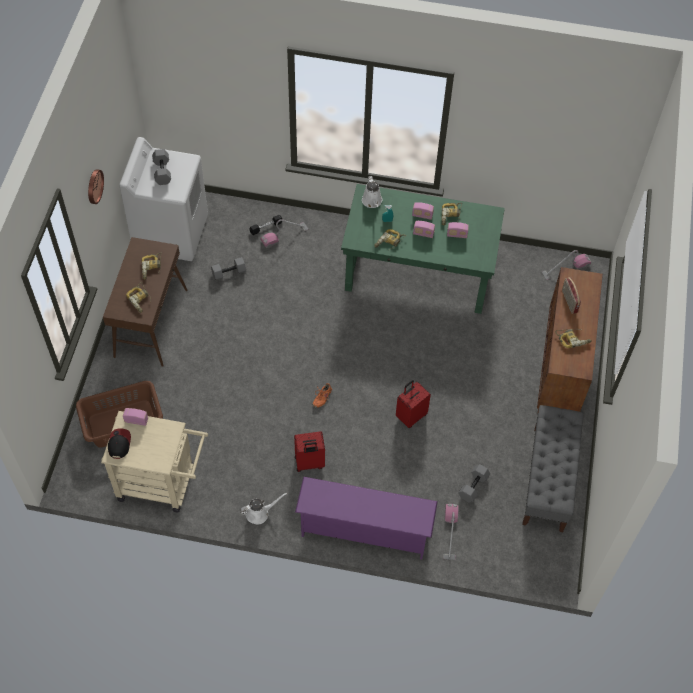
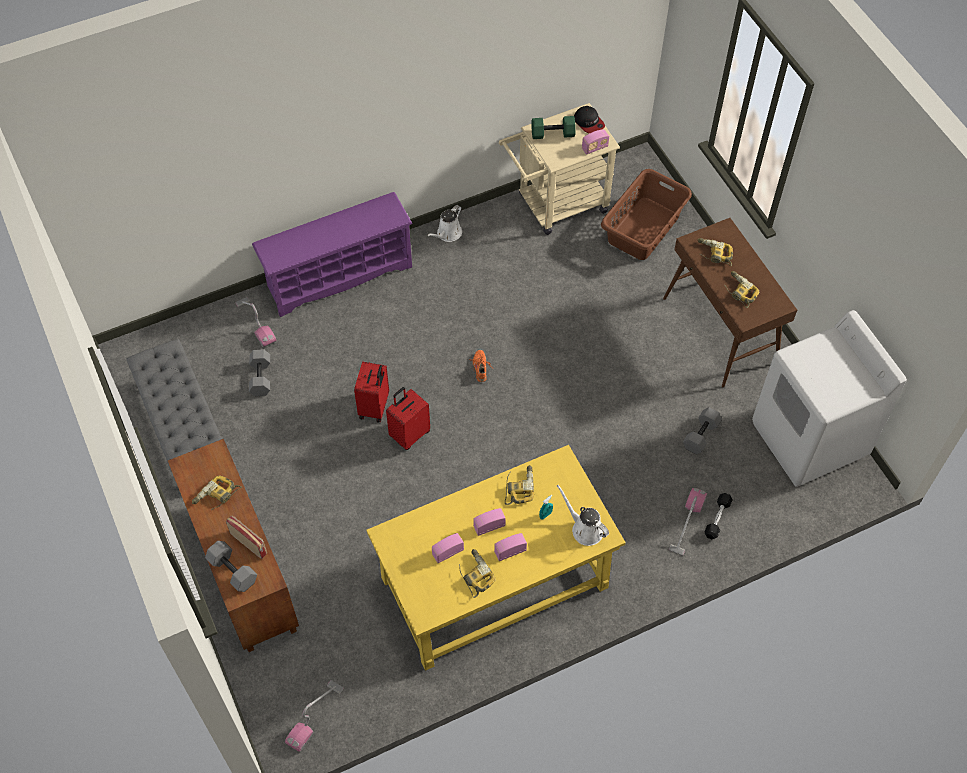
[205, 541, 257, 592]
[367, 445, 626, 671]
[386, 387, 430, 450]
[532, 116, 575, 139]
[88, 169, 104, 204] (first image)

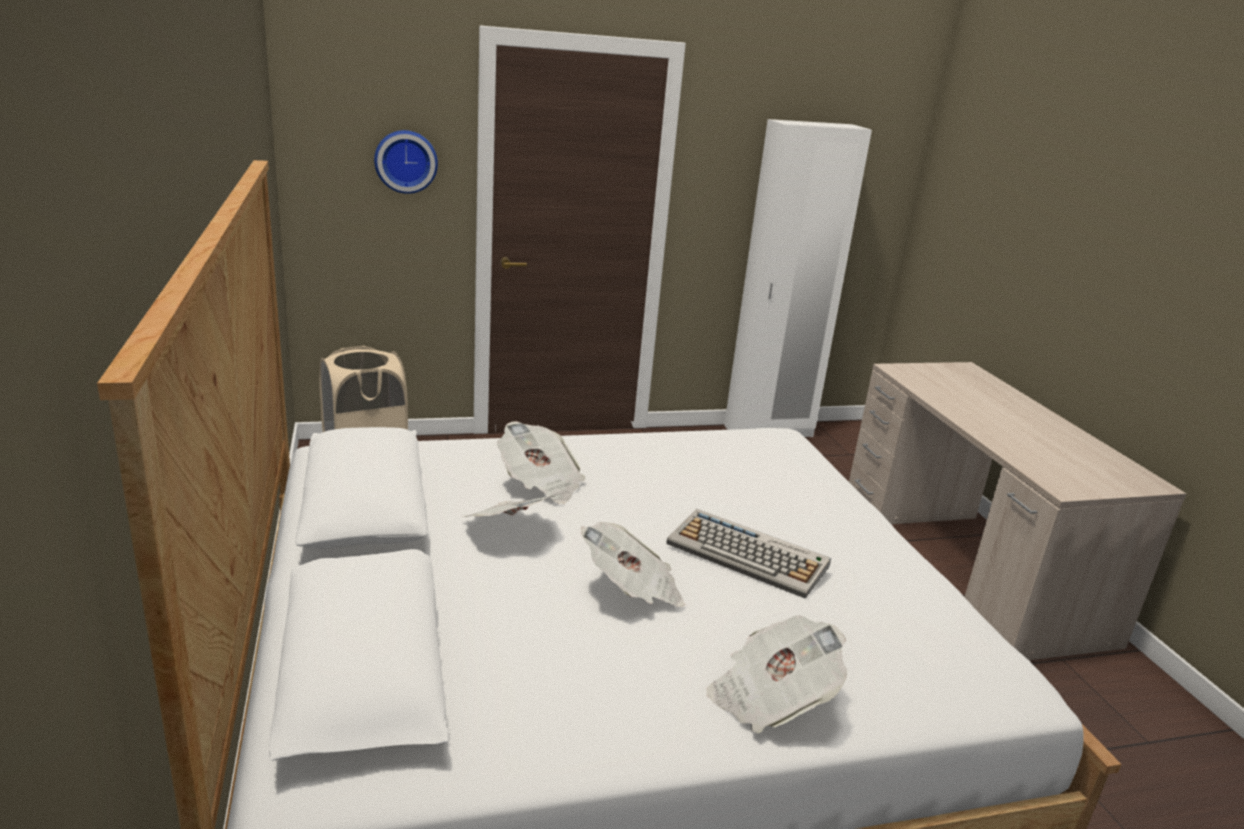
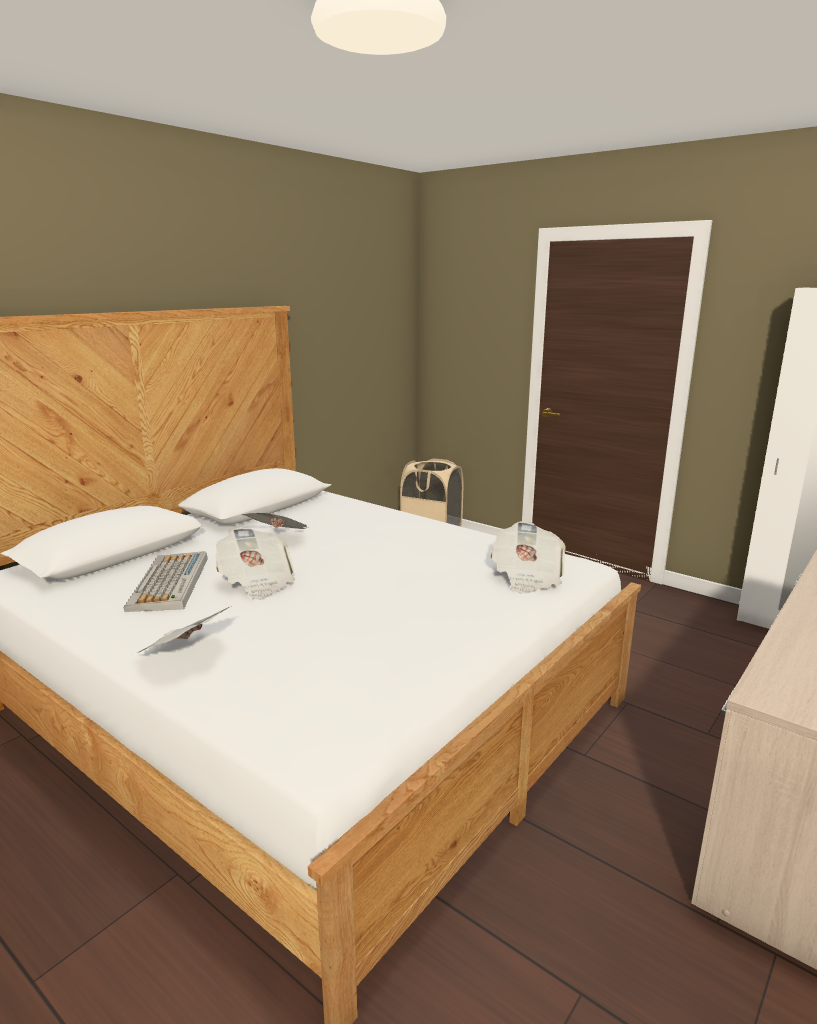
[124, 551, 207, 612]
[490, 521, 566, 594]
[374, 130, 438, 194] (first image)

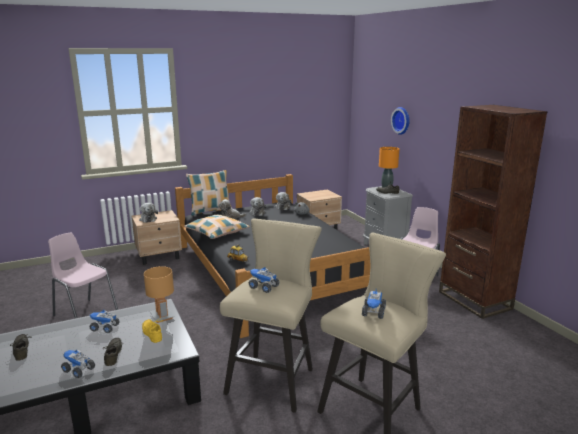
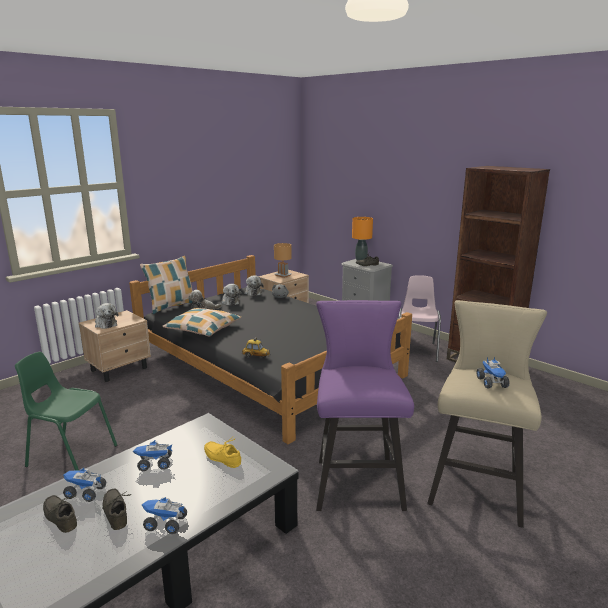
[15, 351, 117, 471]
[63, 468, 106, 502]
[102, 488, 131, 530]
[274, 243, 292, 278]
[316, 300, 414, 511]
[391, 107, 410, 135] (first image)

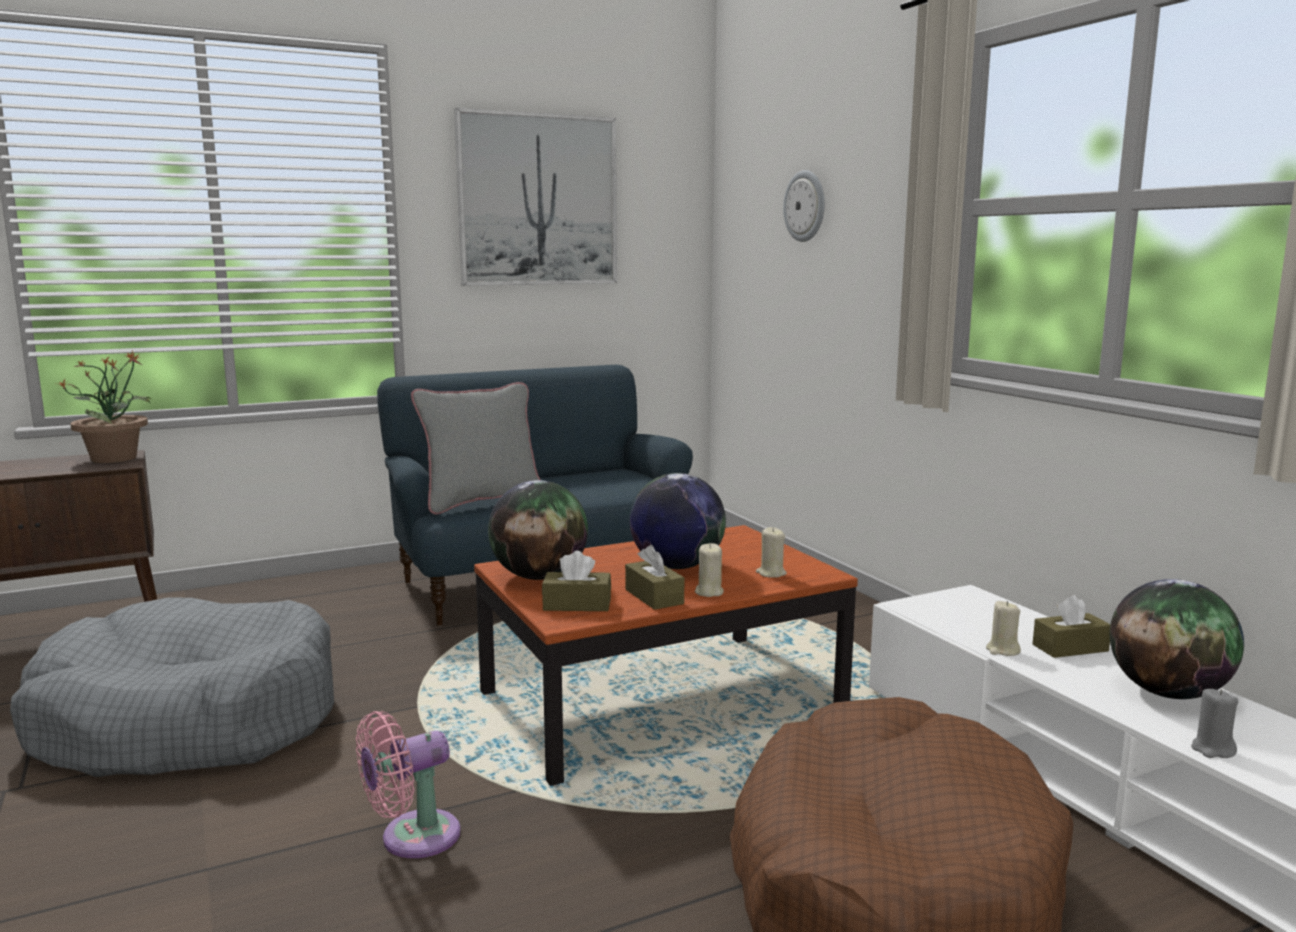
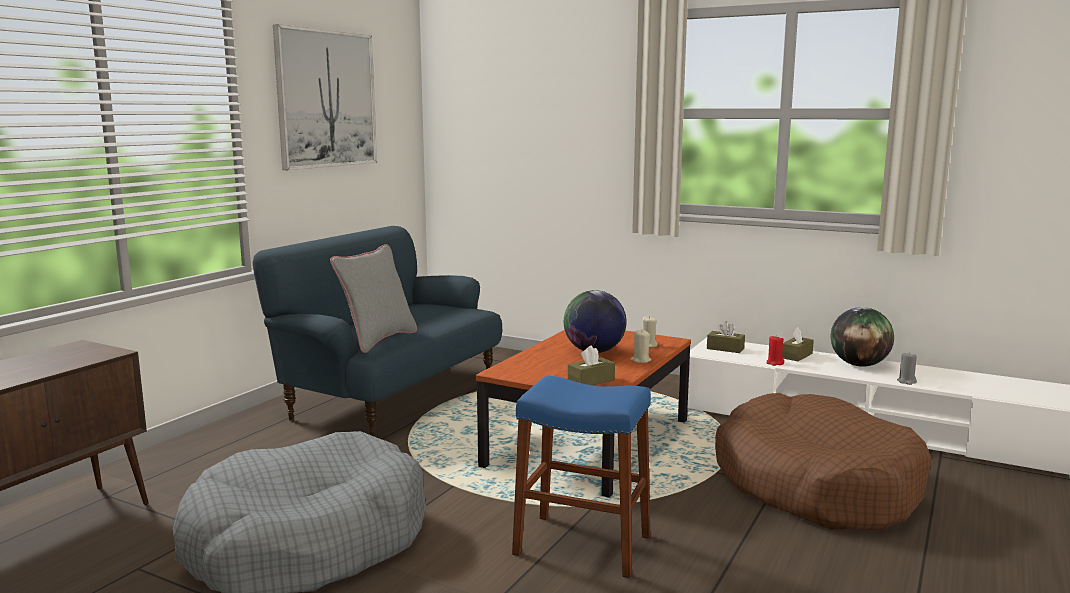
[512, 376, 651, 578]
[707, 321, 745, 353]
[767, 335, 784, 366]
[56, 351, 151, 463] (first image)
[488, 480, 588, 580] (first image)
[783, 170, 825, 242] (first image)

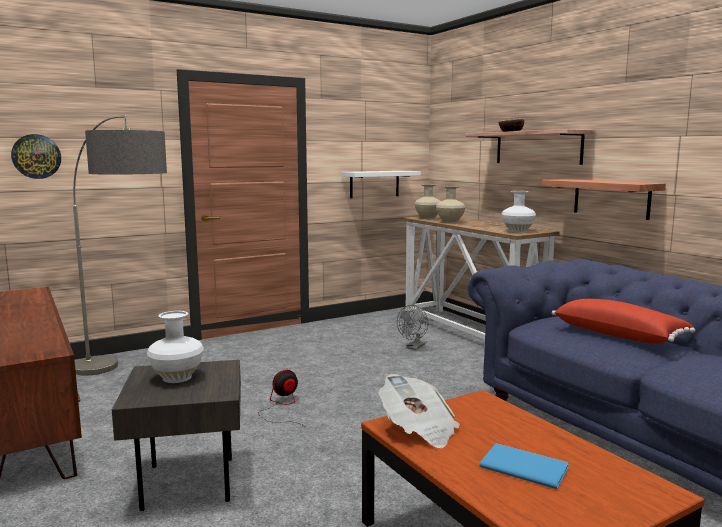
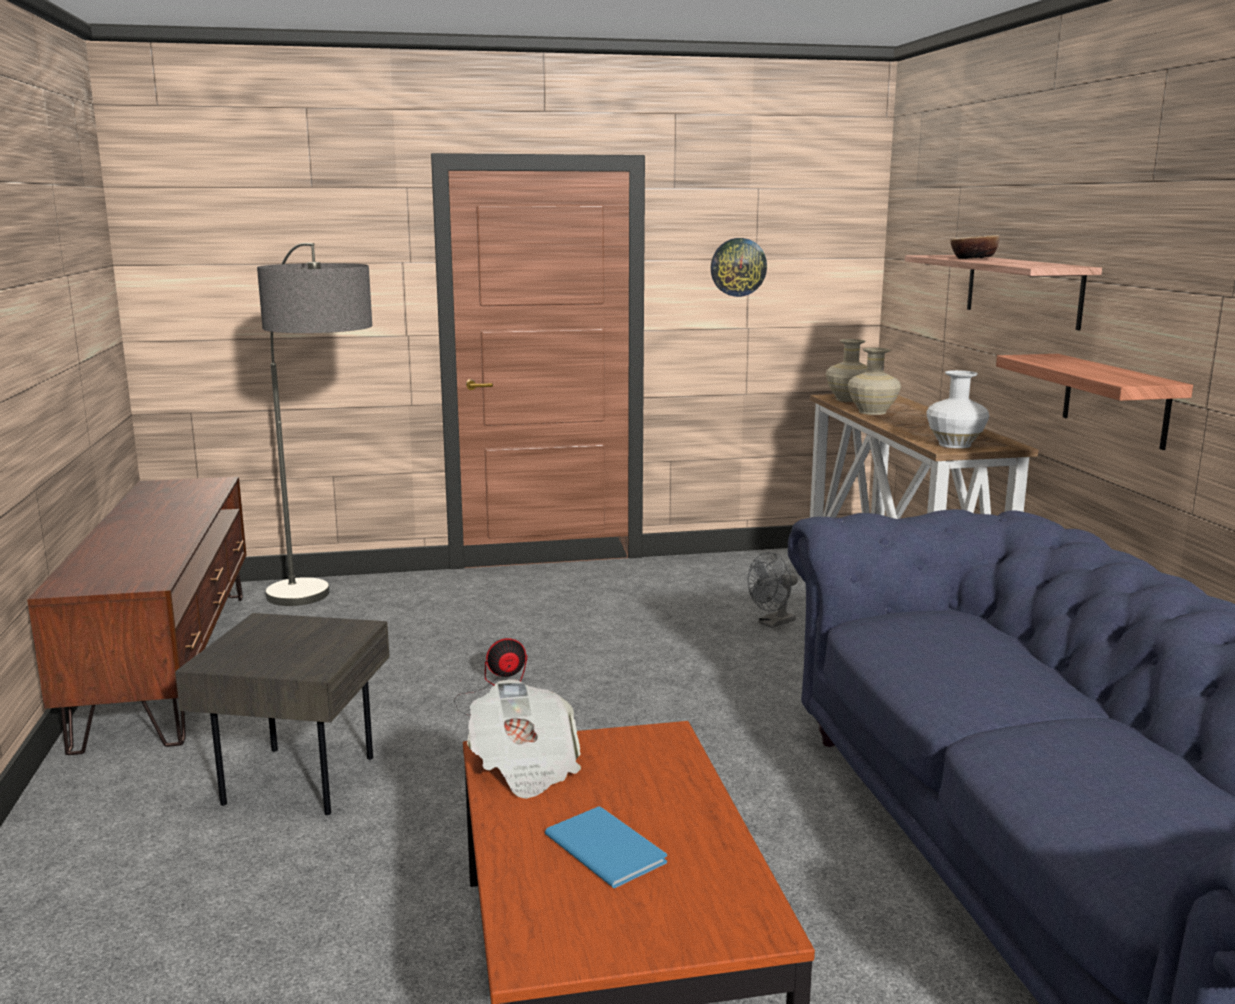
[711, 238, 767, 297]
[147, 311, 204, 383] (first image)
[341, 171, 421, 198] (first image)
[552, 299, 696, 344] (first image)

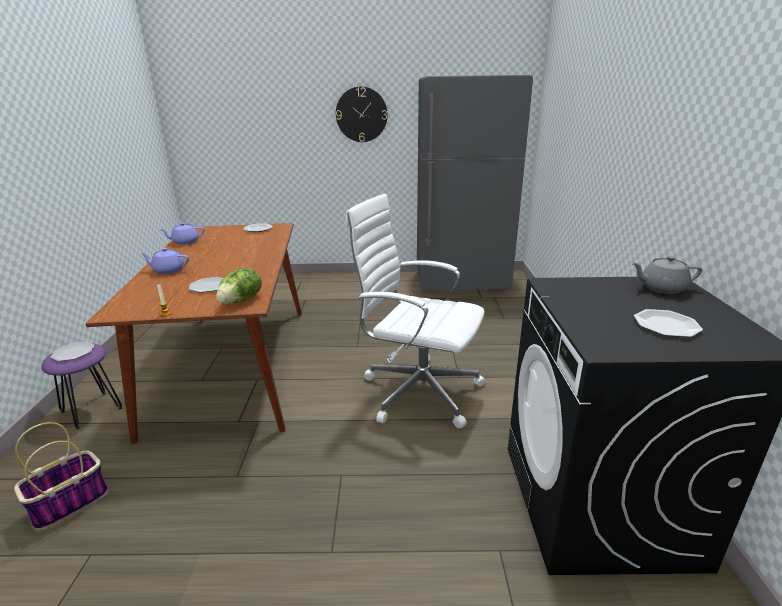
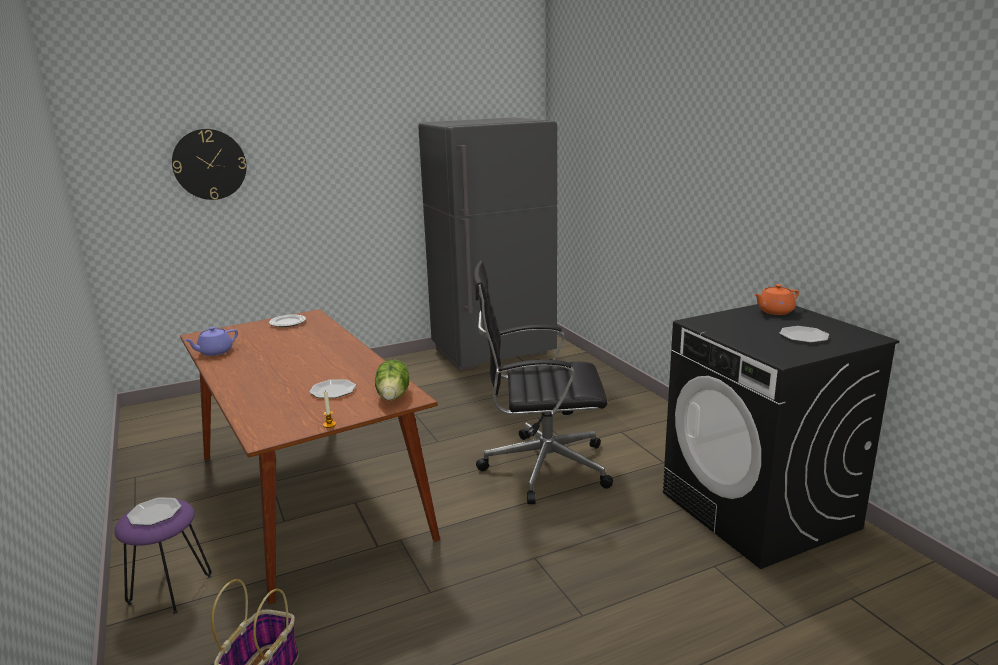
[172, 129, 246, 200]
[473, 261, 613, 504]
[754, 284, 799, 315]
[140, 248, 189, 274] (first image)

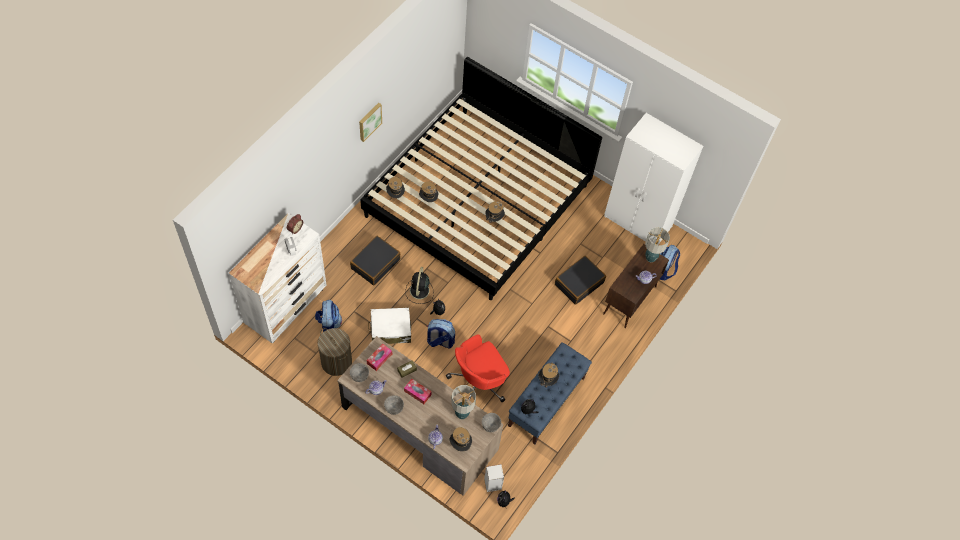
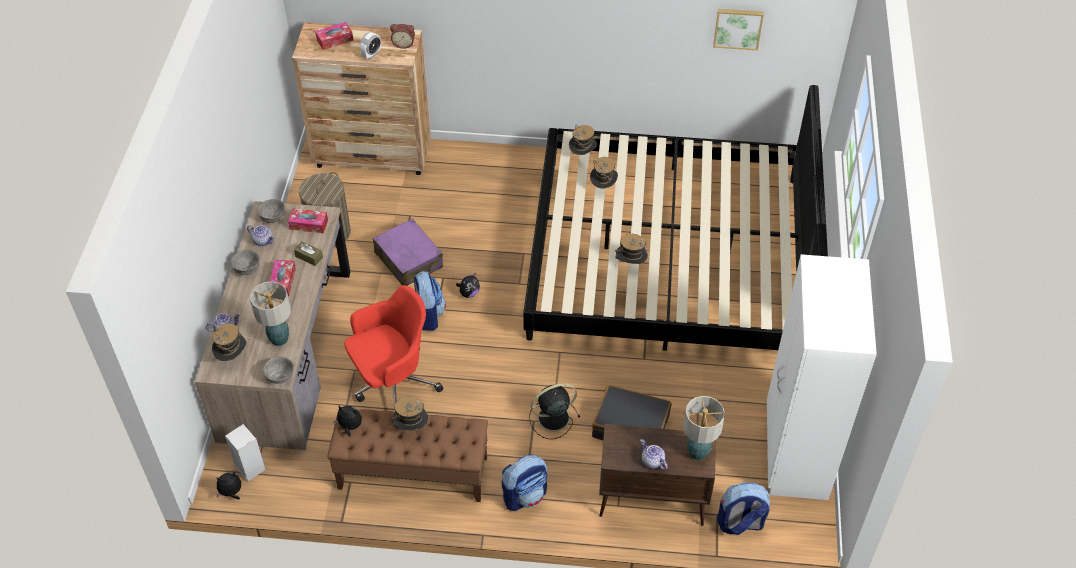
[292, 22, 431, 175]
[315, 22, 353, 50]
[327, 409, 488, 502]
[344, 285, 443, 405]
[373, 218, 443, 286]
[502, 455, 547, 511]
[529, 383, 580, 439]
[713, 9, 764, 50]
[350, 236, 400, 285] (first image)

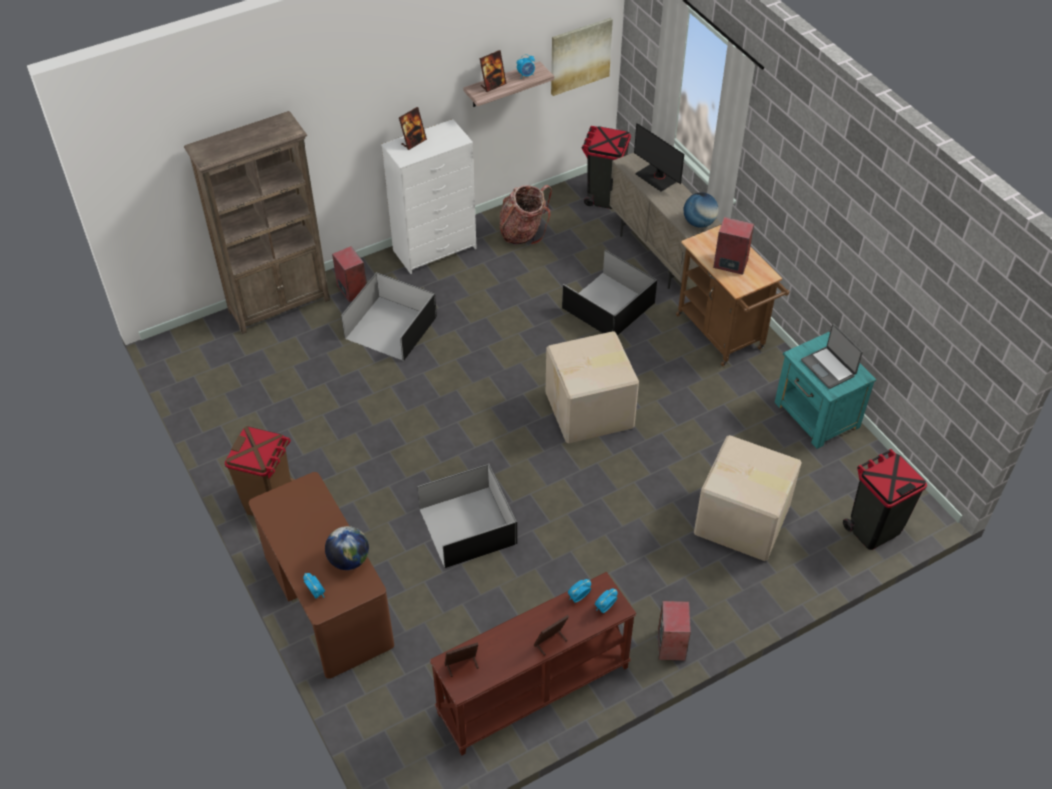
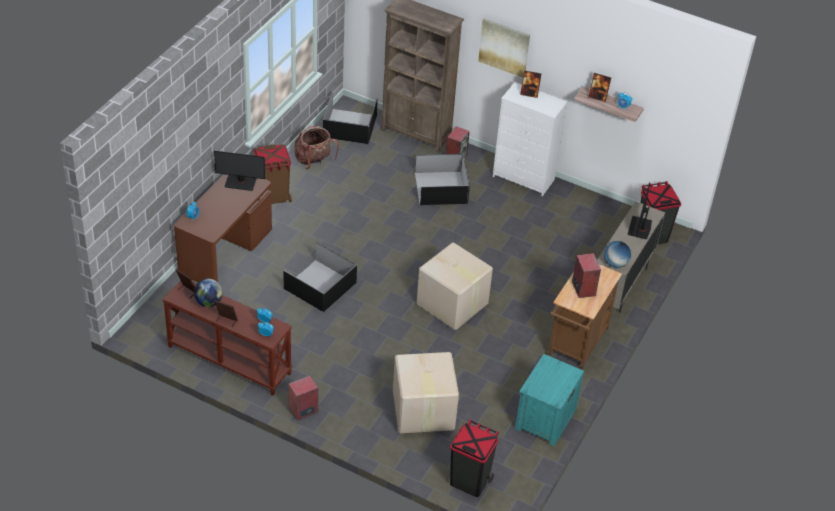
[194, 279, 223, 307]
[214, 151, 265, 191]
[294, 126, 339, 169]
[323, 92, 378, 144]
[478, 19, 530, 78]
[801, 324, 863, 389] (first image)

